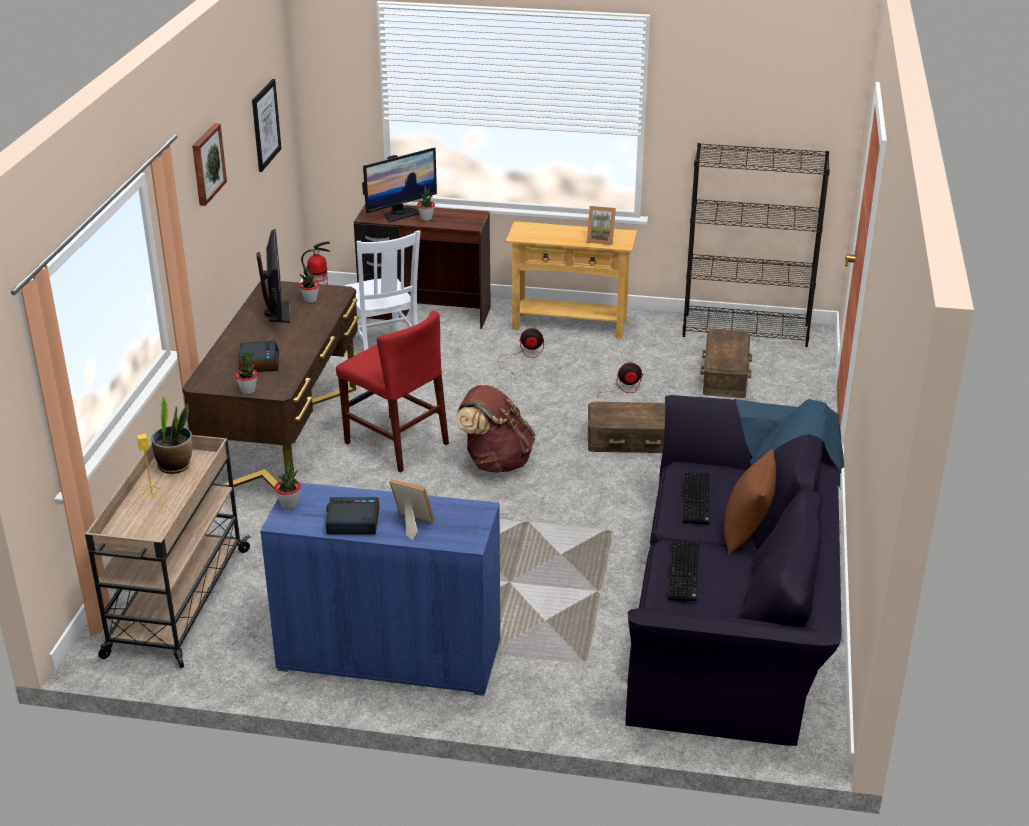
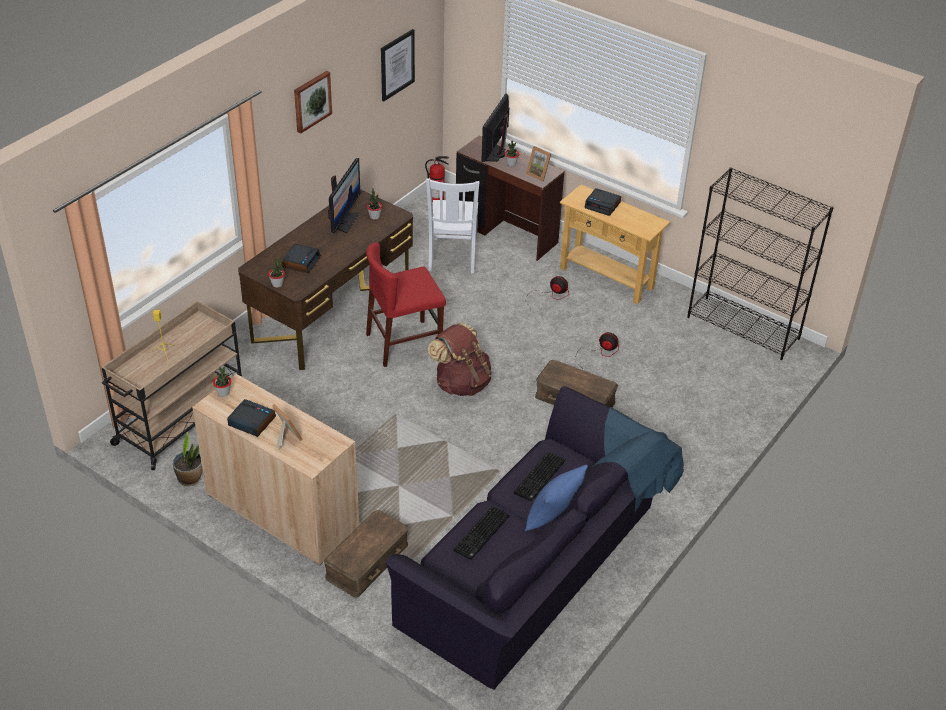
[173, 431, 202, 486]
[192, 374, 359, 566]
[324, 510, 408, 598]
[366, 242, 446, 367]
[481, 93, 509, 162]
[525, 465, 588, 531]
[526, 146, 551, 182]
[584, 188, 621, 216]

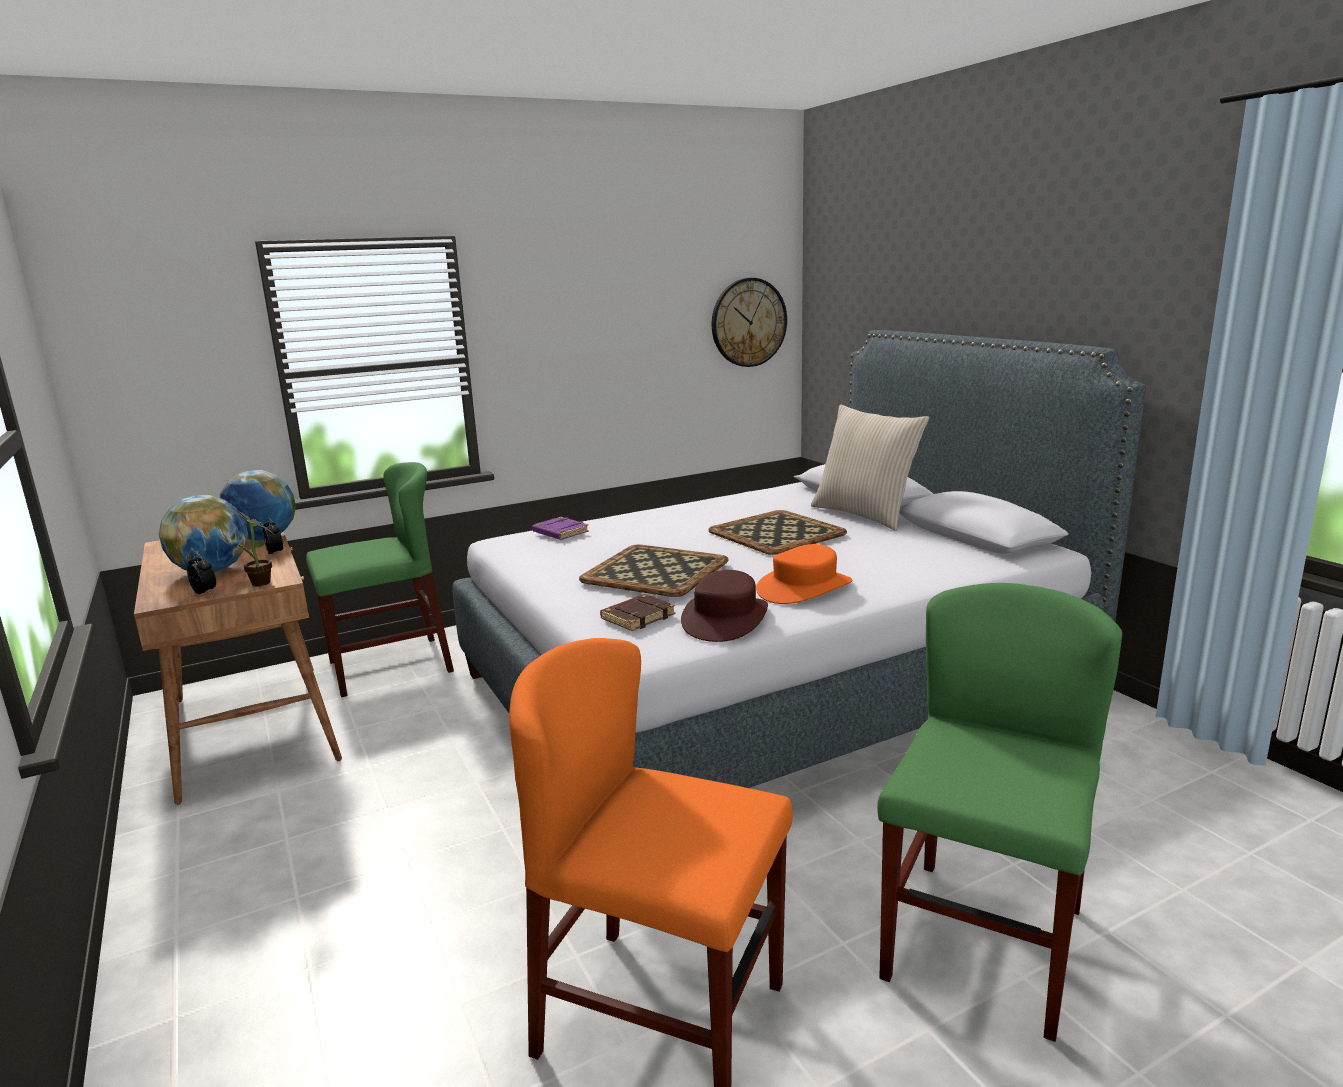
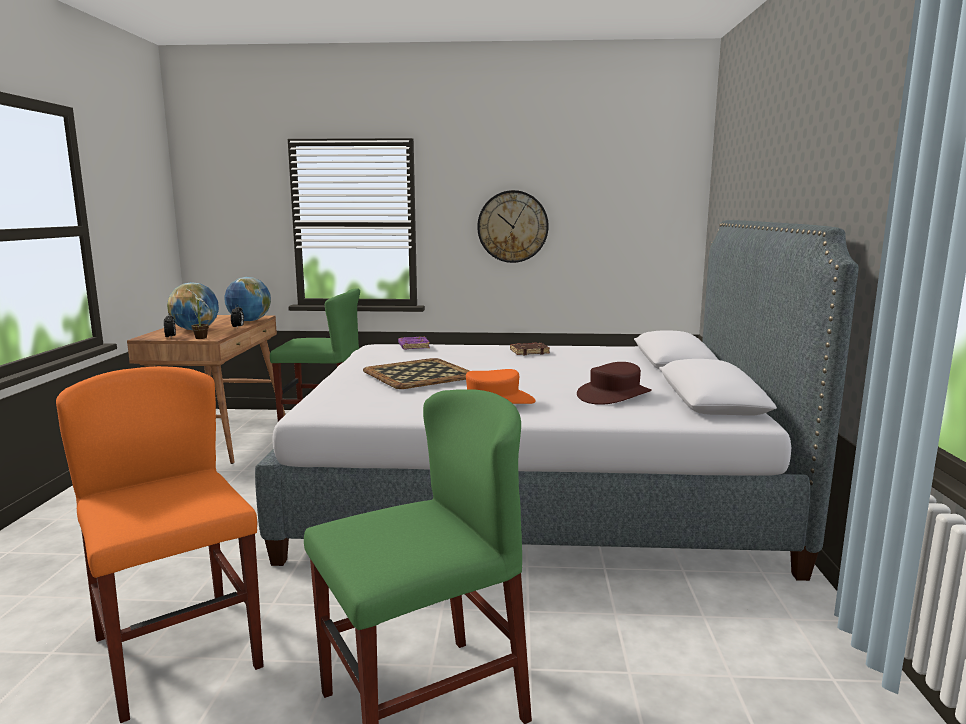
[477, 190, 549, 263]
[510, 343, 550, 355]
[577, 362, 652, 405]
[708, 510, 847, 555] (first image)
[811, 404, 929, 531] (first image)

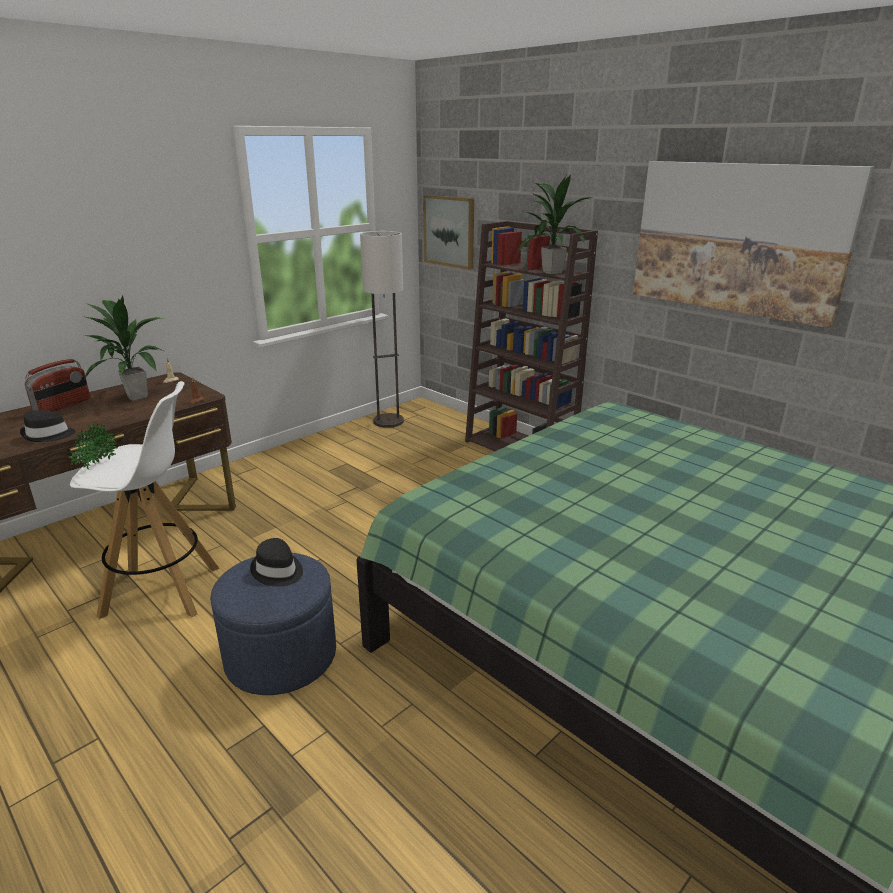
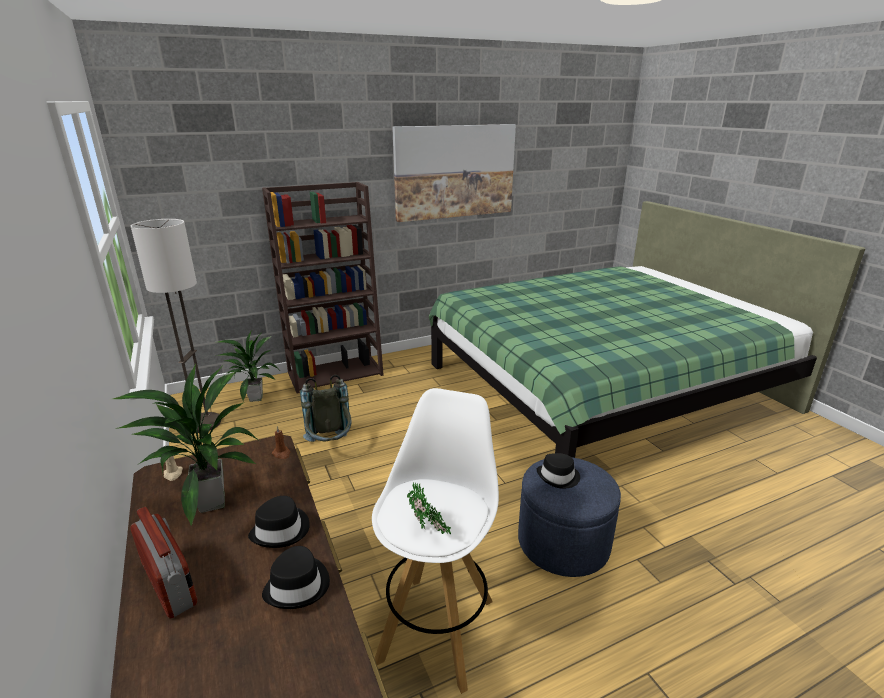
[217, 332, 279, 402]
[248, 496, 310, 548]
[300, 375, 351, 442]
[423, 195, 474, 270] (first image)

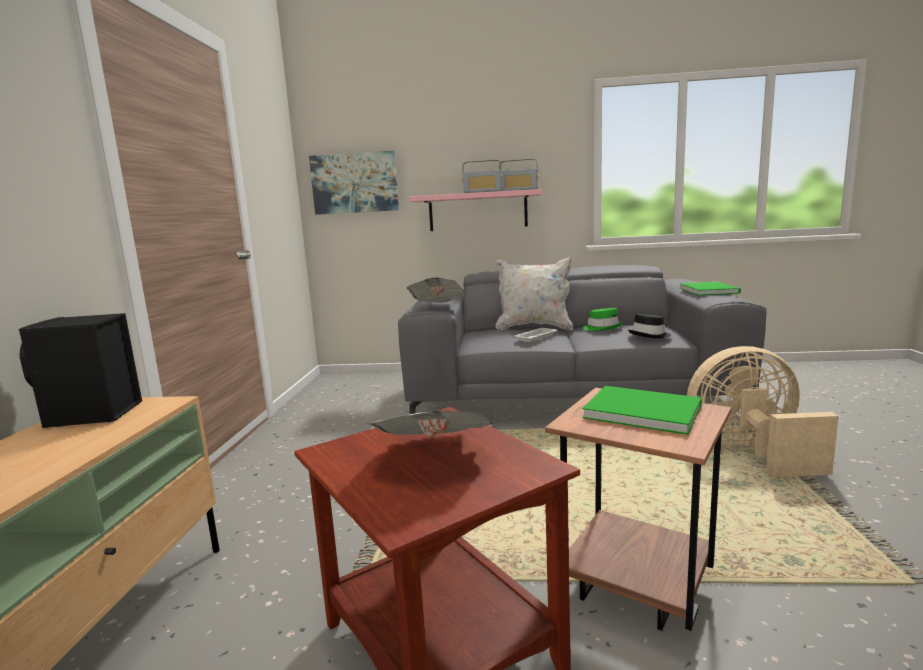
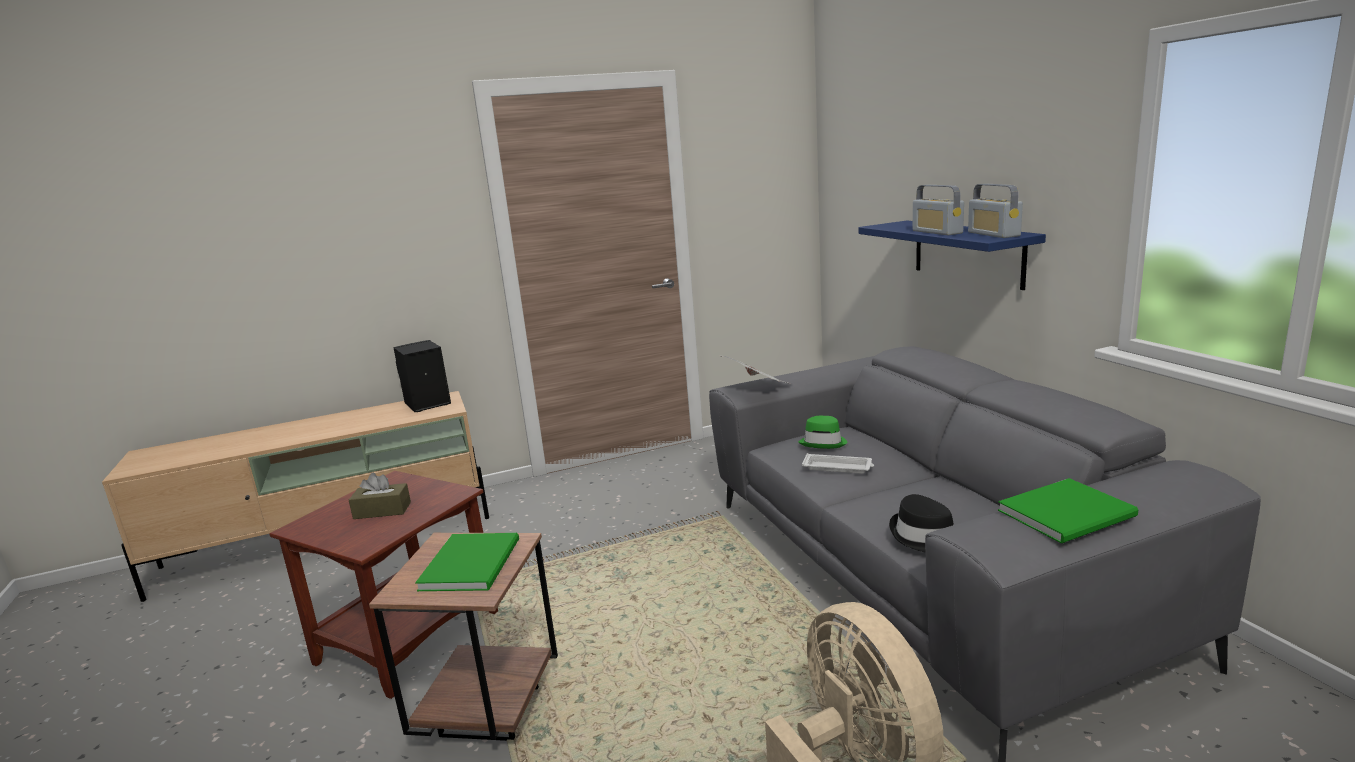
[349, 473, 411, 519]
[798, 416, 848, 449]
[858, 220, 1046, 290]
[309, 150, 399, 215] (first image)
[495, 257, 573, 330] (first image)

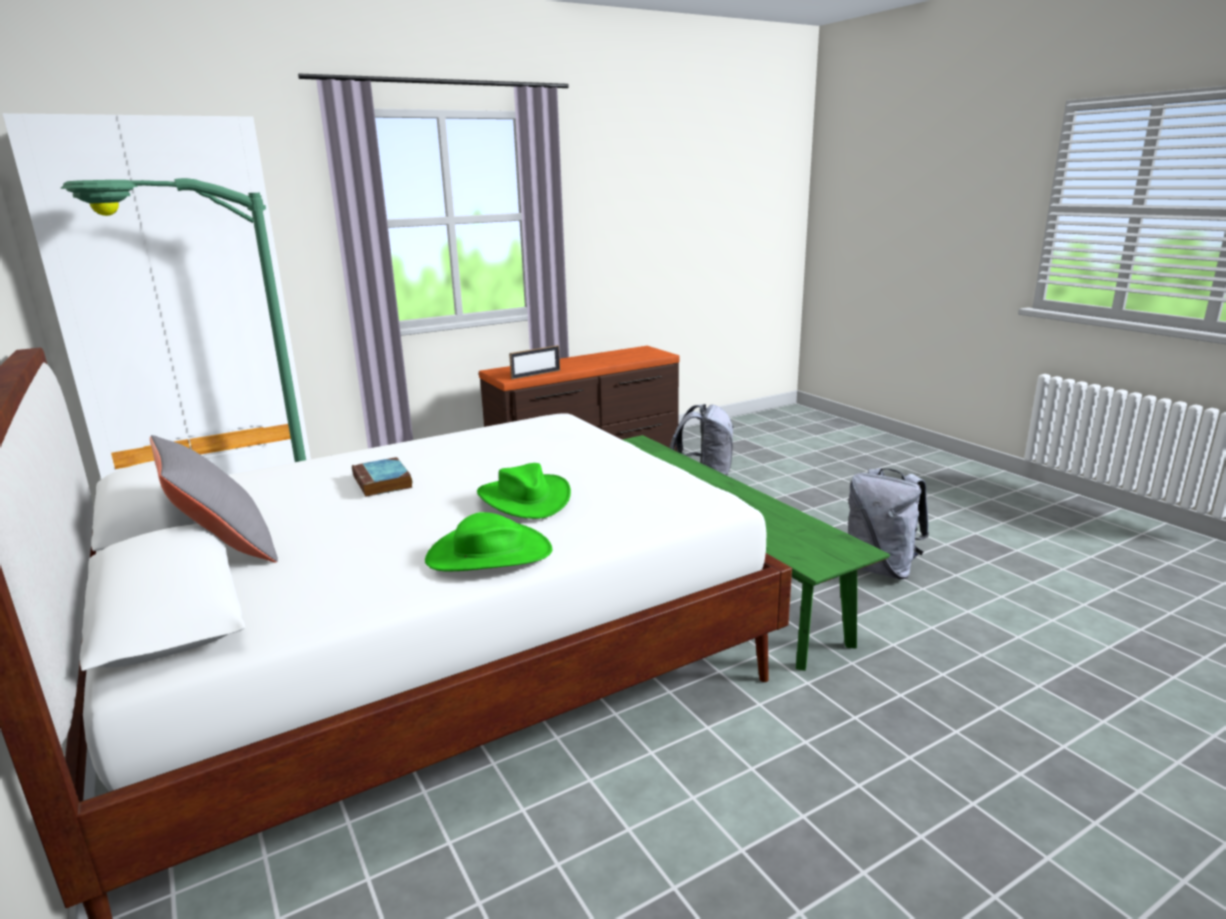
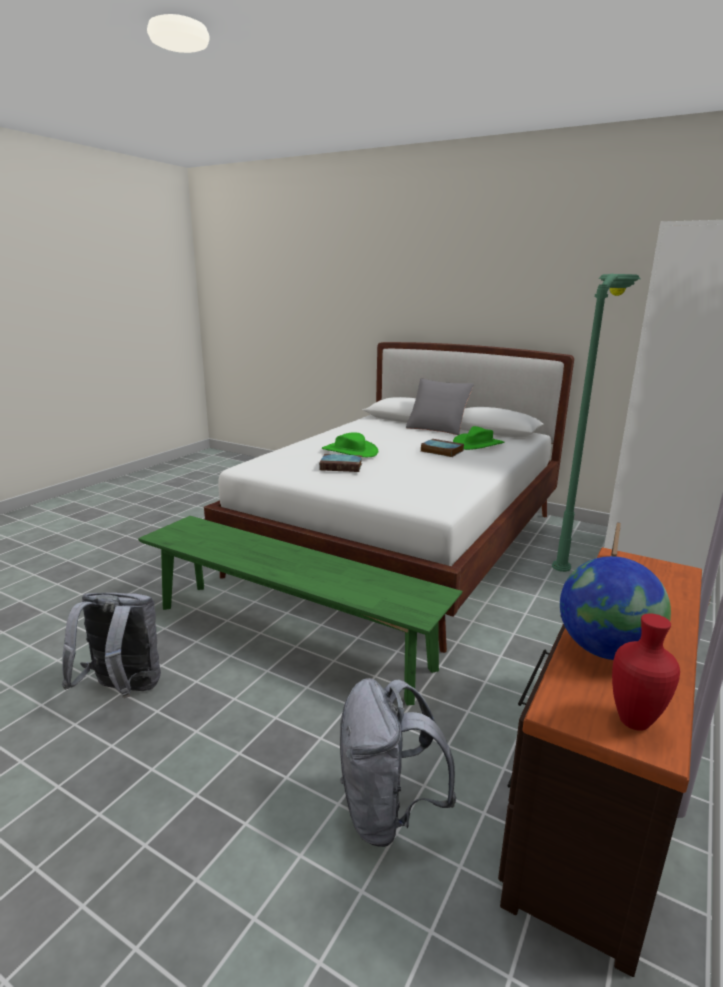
[319, 454, 362, 472]
[453, 426, 504, 450]
[560, 556, 671, 660]
[612, 613, 680, 731]

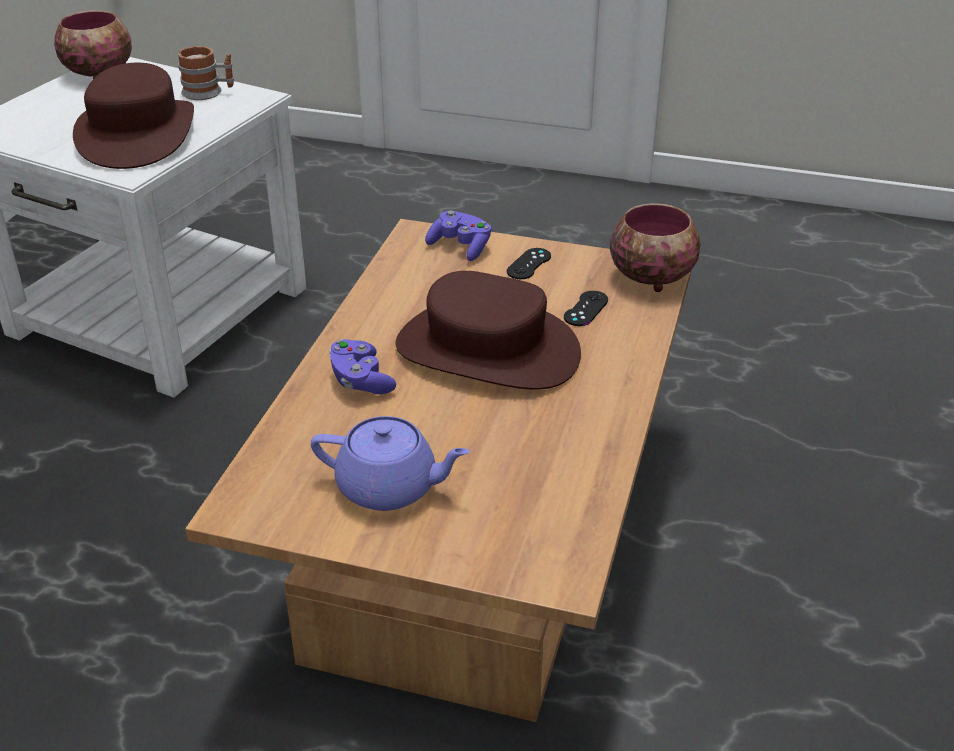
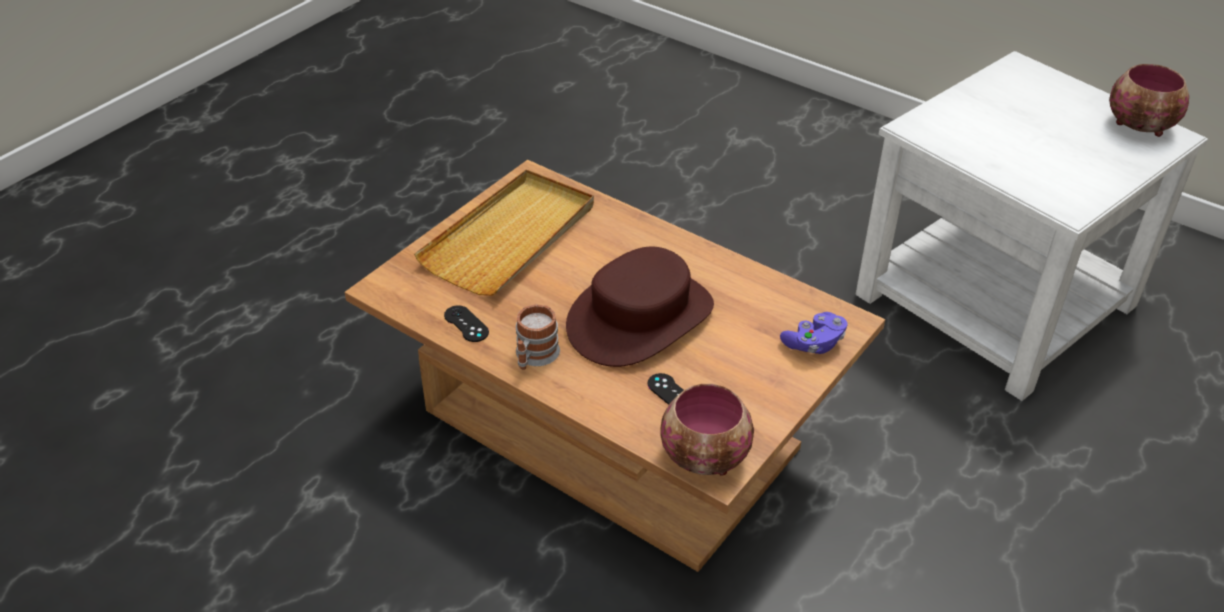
[414, 169, 594, 296]
[444, 305, 489, 342]
[516, 304, 560, 370]
[73, 63, 194, 169] (first image)
[329, 339, 396, 394] (first image)

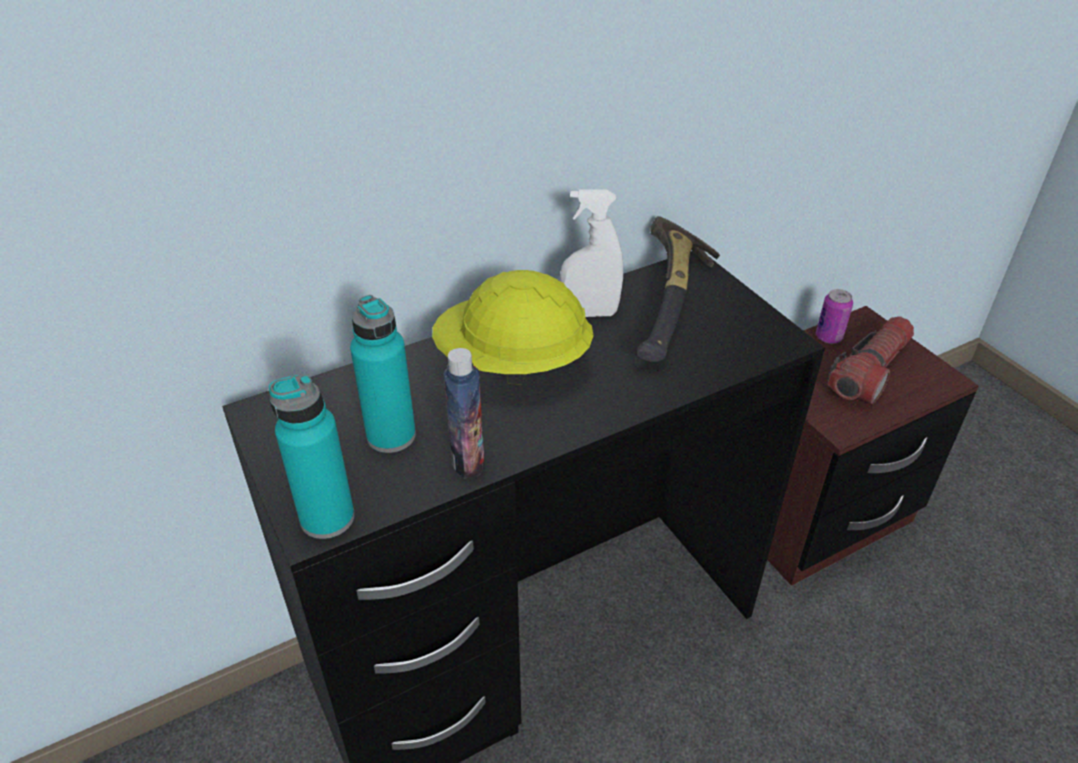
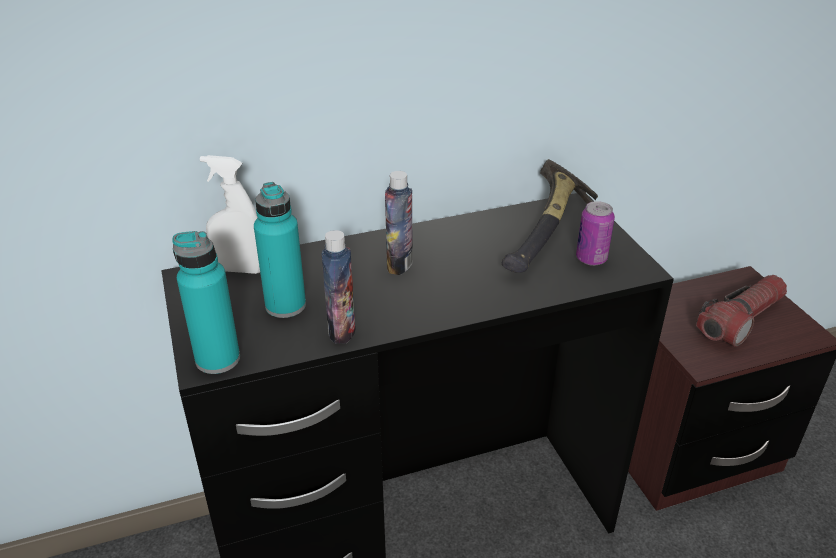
[200, 155, 260, 274]
[385, 171, 413, 275]
[576, 201, 615, 266]

